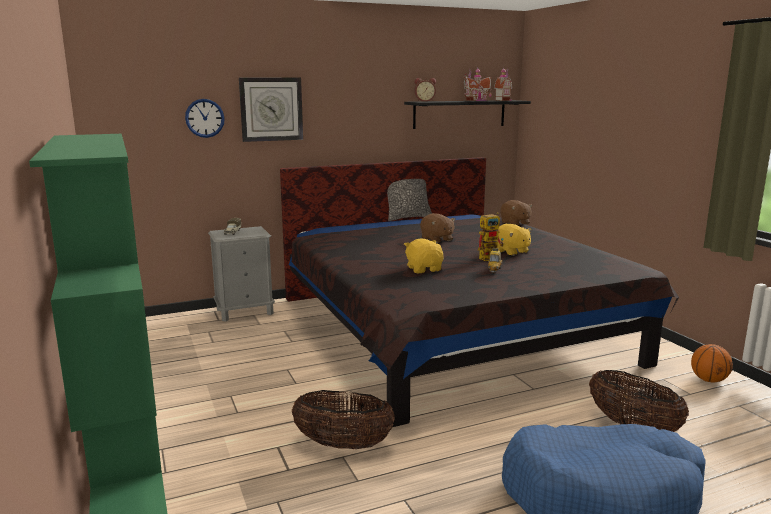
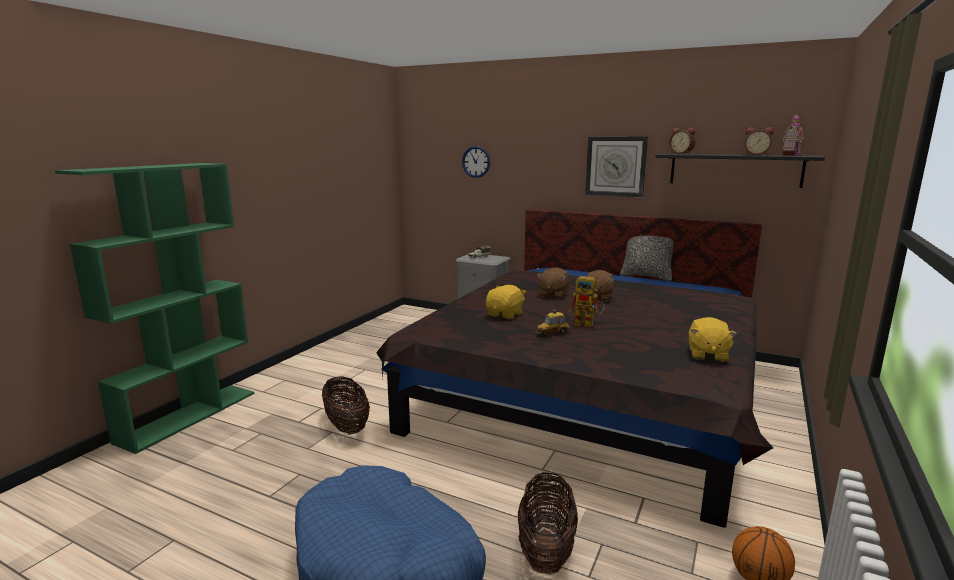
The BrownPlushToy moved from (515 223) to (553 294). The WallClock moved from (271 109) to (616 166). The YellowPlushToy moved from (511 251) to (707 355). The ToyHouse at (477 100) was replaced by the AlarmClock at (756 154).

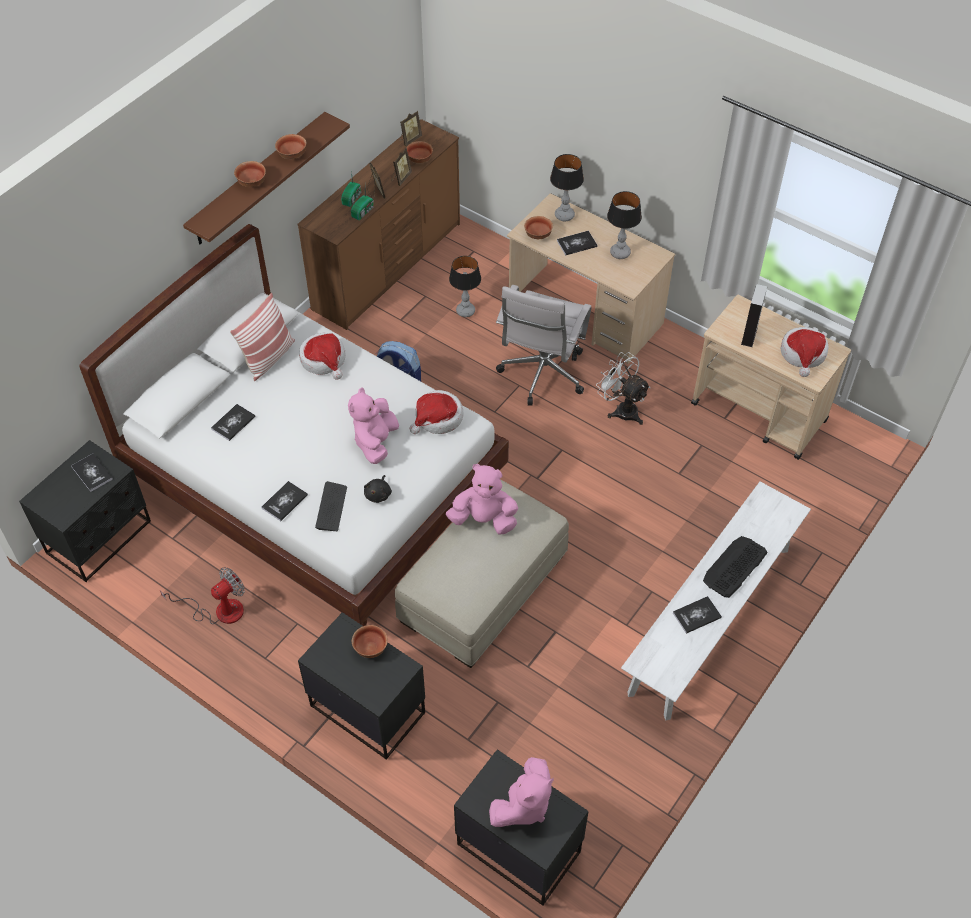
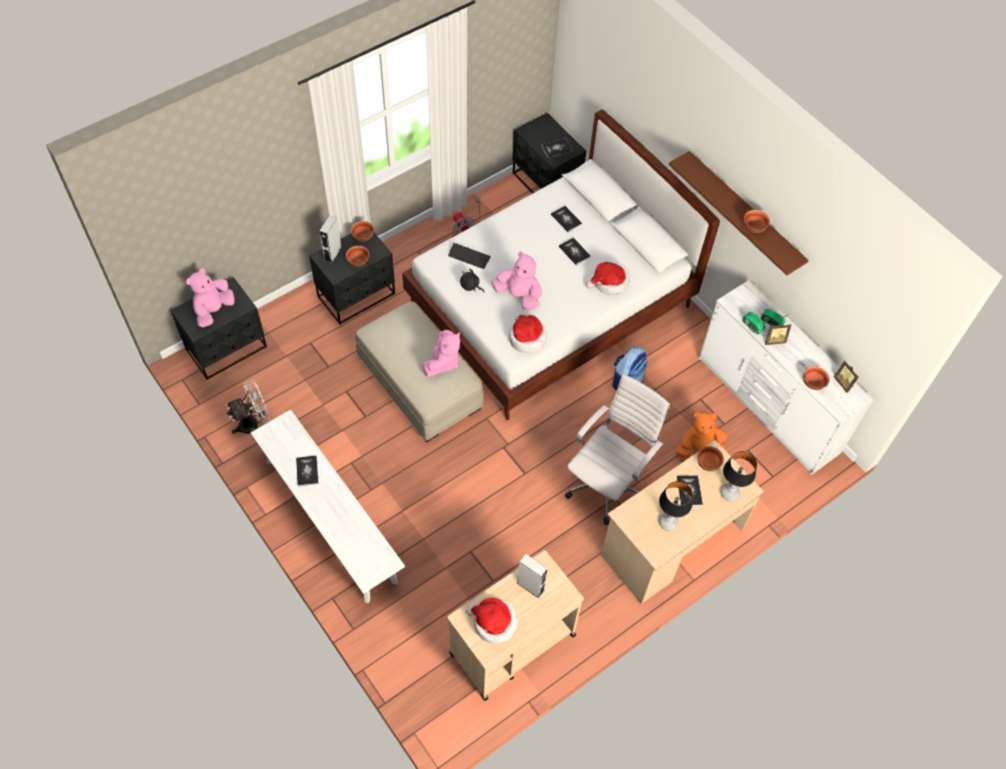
The PinkPlushToy at (523 806) turned 60 degrees clockwise. The WhiteFan moved from (621 409) to (254 424). The GreySpeaker at (332 254) appeared. The Bowl moved from (252 183) to (363 237). The Book moved from (284 501) to (574 252). The WhiteOfficeChair at (541 376) turned 90 degrees clockwise. The TableLamp at (465 311) was replaced by the OrangePlushToy at (698 448). The BrownDresser at (388 266) became the WhiteDresser at (767 406). The Pillow at (269 357) disappeared. The PictureFrame at (401 178) disappeared. The Keyboard at (734 567) disappeared.

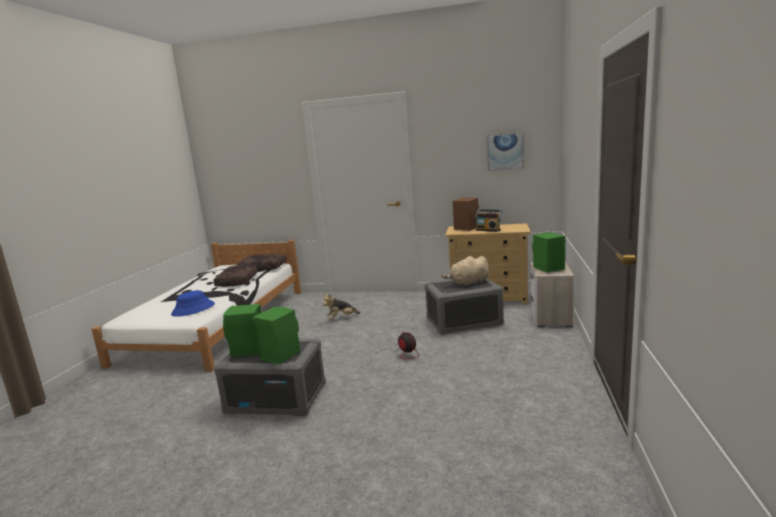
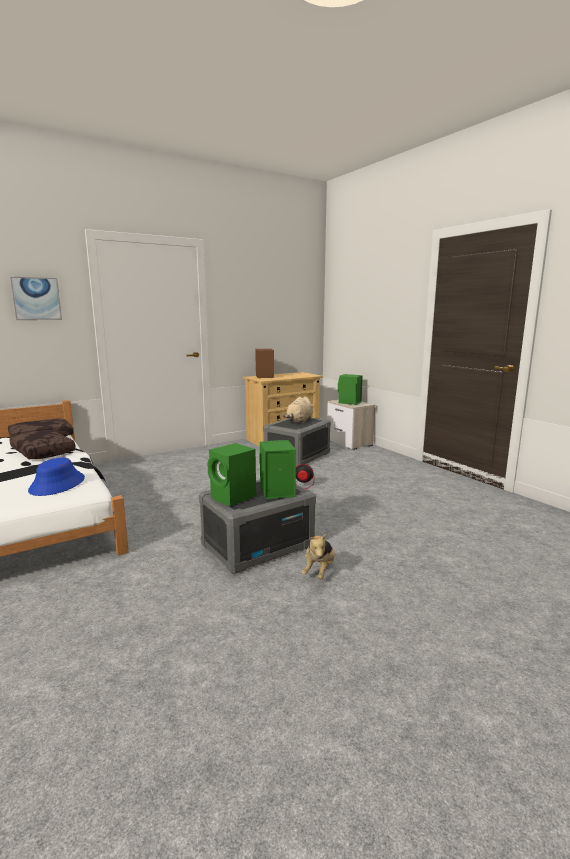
The Picture moved from (505 151) to (36 299). The PlushToy moved from (341 318) to (319 571). The Radio at (488 230) disappeared.

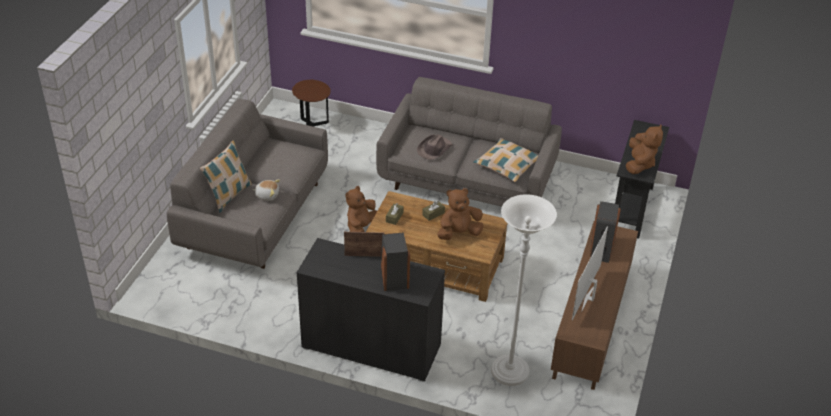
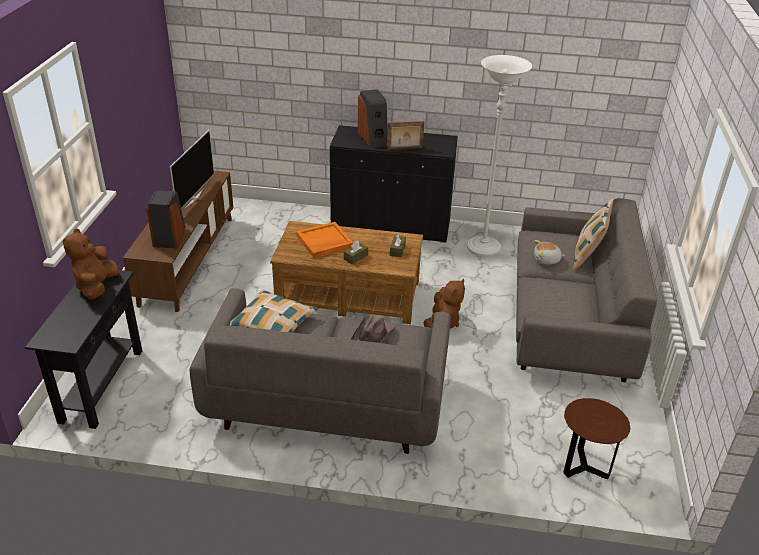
The BrownPlushToy at (459 233) was replaced by the OrangeTray at (324 242). The WhiteFloorLamp moved from (509 372) to (483 248).

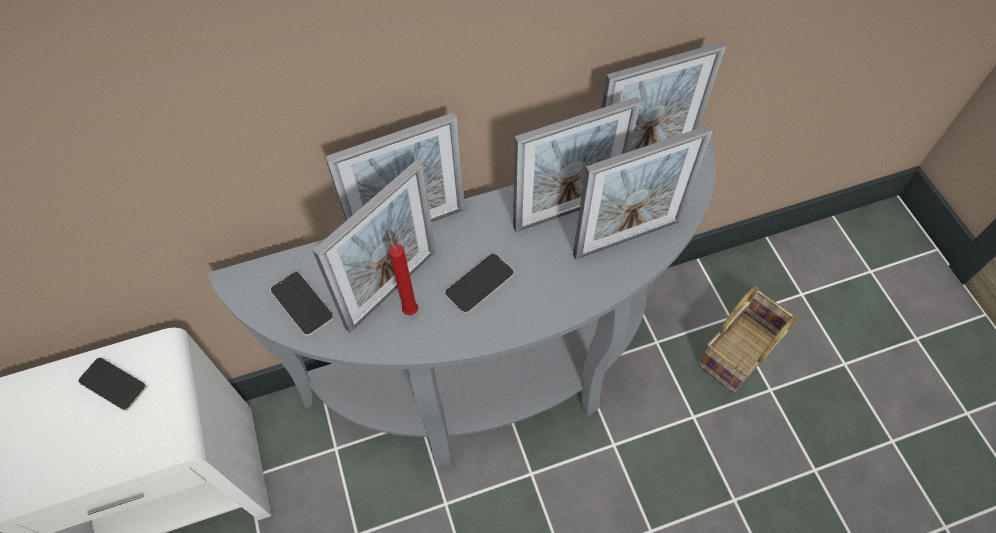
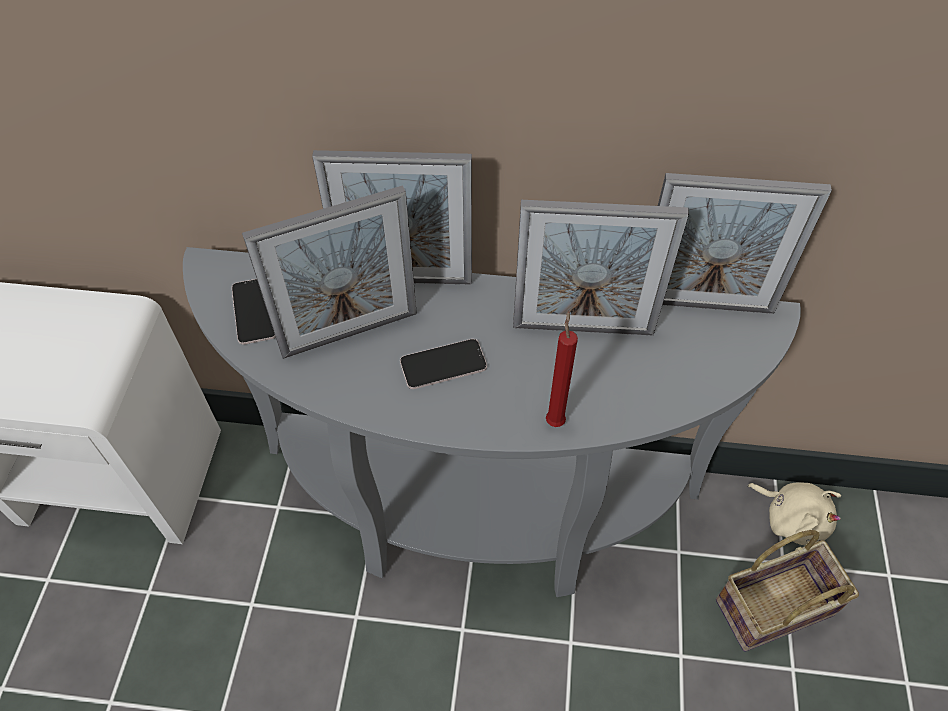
The RedCandle moved from (409 308) to (555 419). The BeigePlushToy at (791 518) appeared. The Phone at (113 384) disappeared. The PictureFrame at (627 238) disappeared.

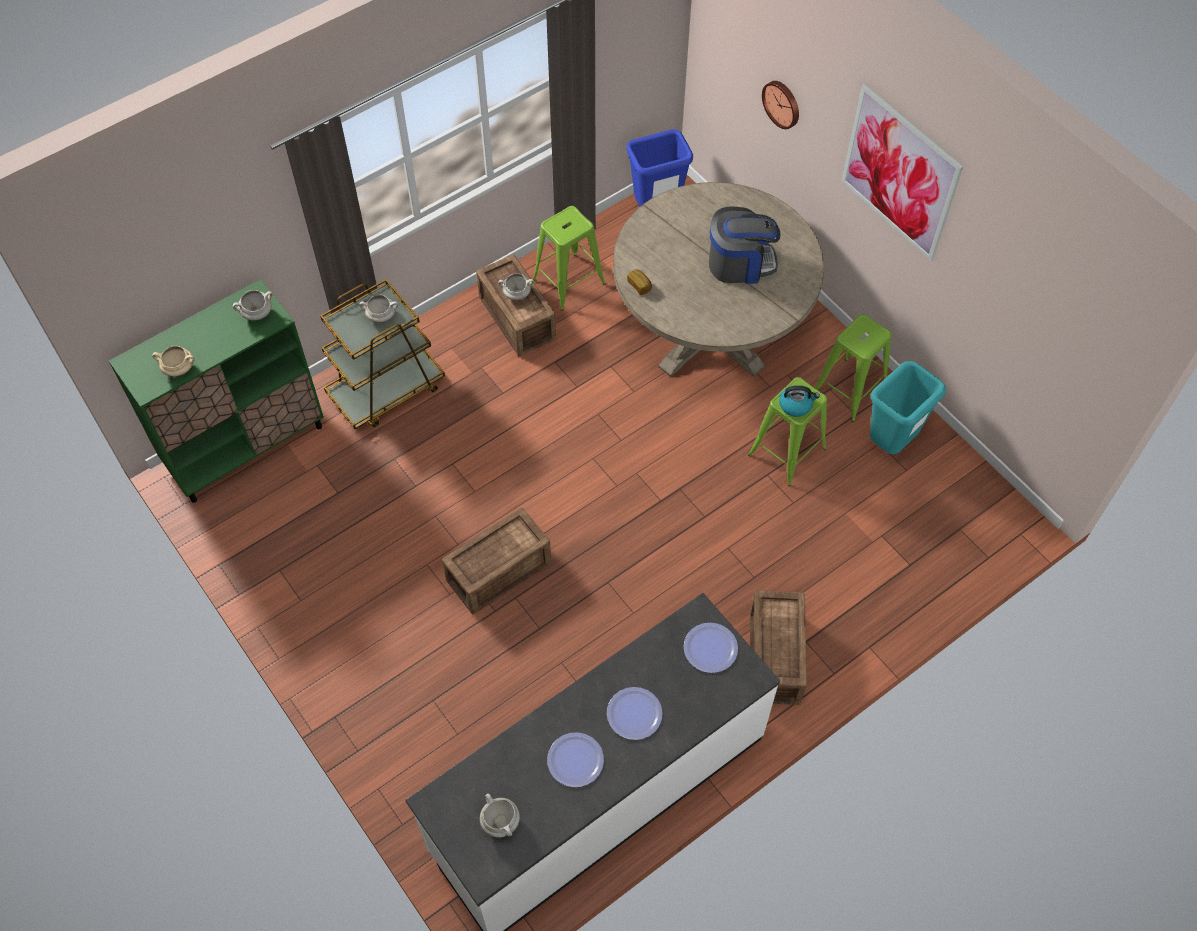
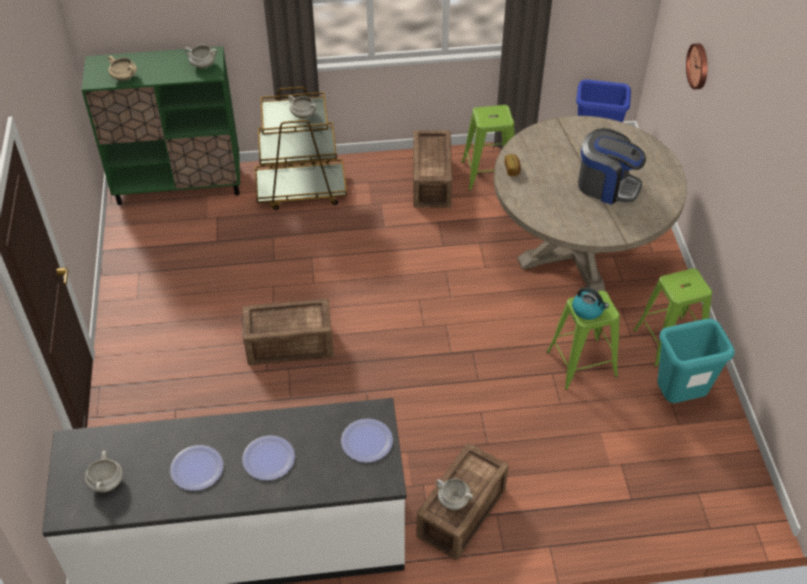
The WhiteCookingPot moved from (516 294) to (453 500). The Picture at (899 173) disappeared.

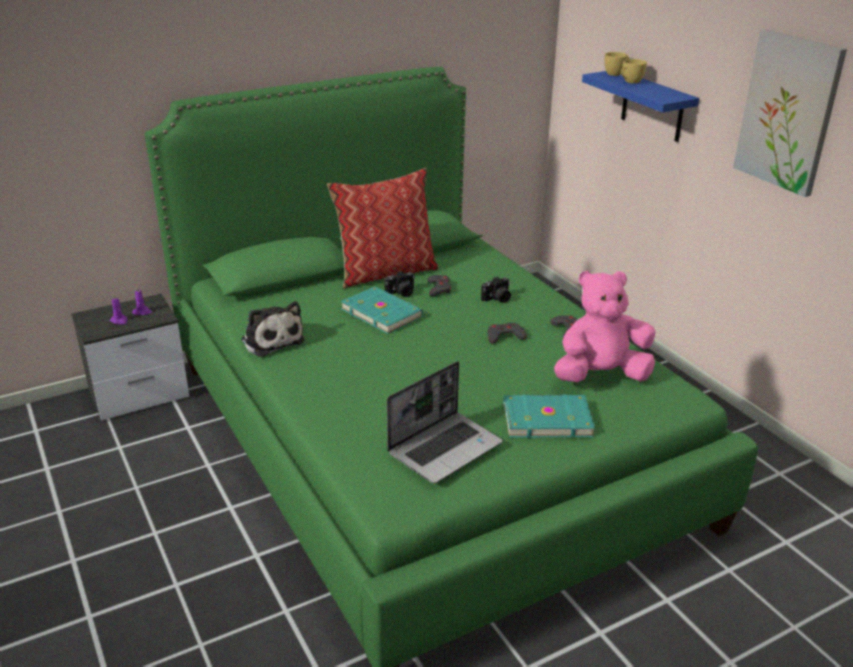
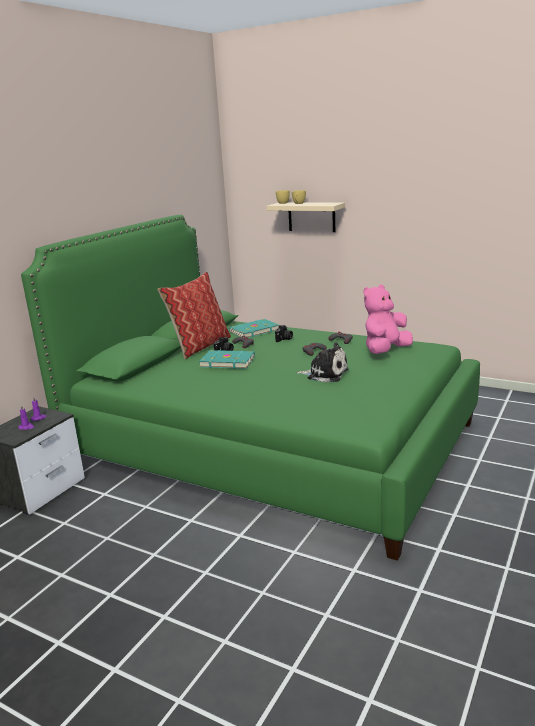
The TurquoiseBook moved from (546 418) to (253 331). The BlueShelf at (652 106) became the BeigeShelf at (311 217). The PlushToy moved from (271 339) to (325 374). The Laptop at (445 448) disappeared. The Picture at (788 112) disappeared.

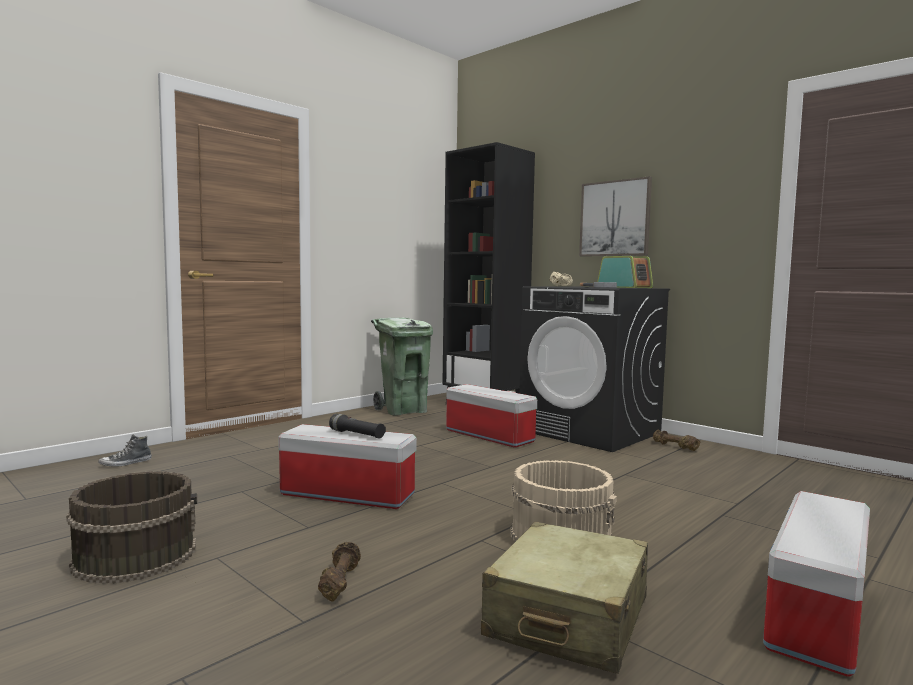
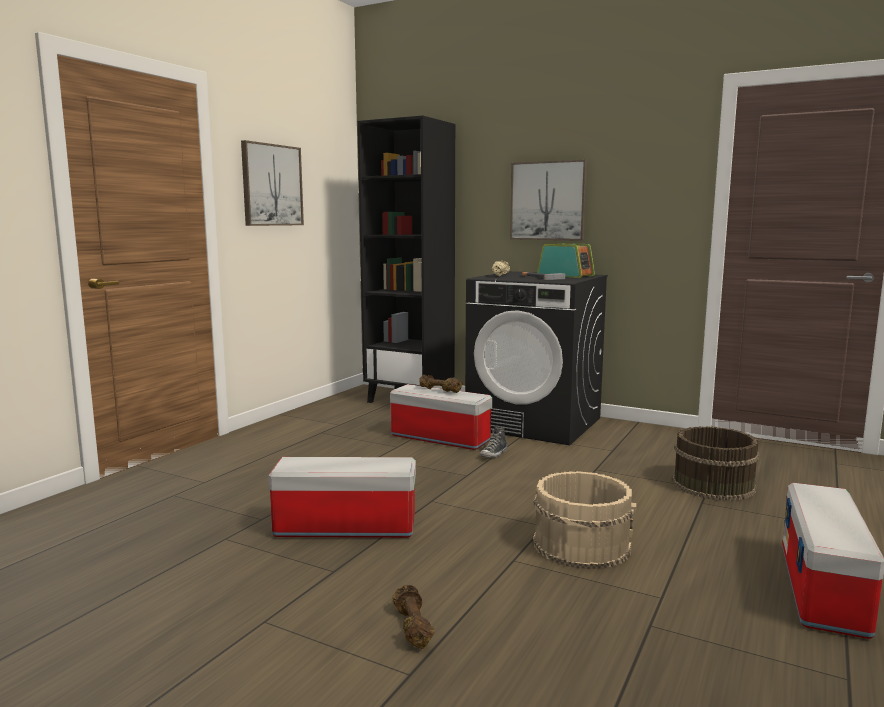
The Picture at (272 185) appeared. The BrownDumbbell moved from (674 447) to (439 390). The Shoe moved from (126 463) to (494 454). The BrownBucket moved from (136 555) to (712 484). The BlackFlashlight at (356 434) disappeared. The GreenTrashCan at (403 410) disappeared. The BeigeSuitcase at (568 618) disappeared.

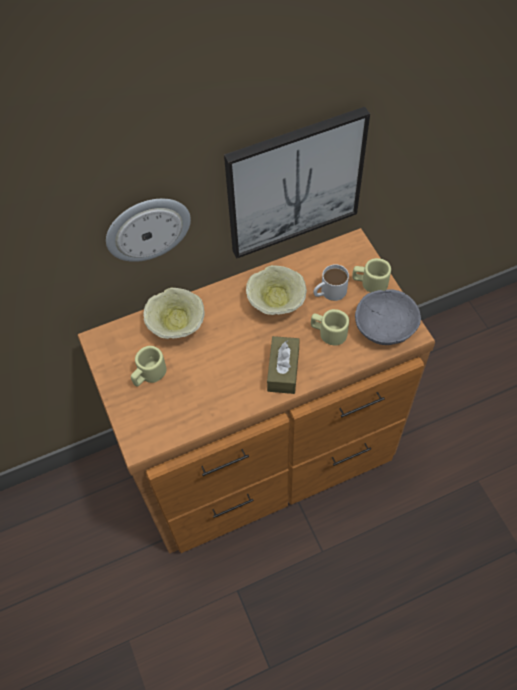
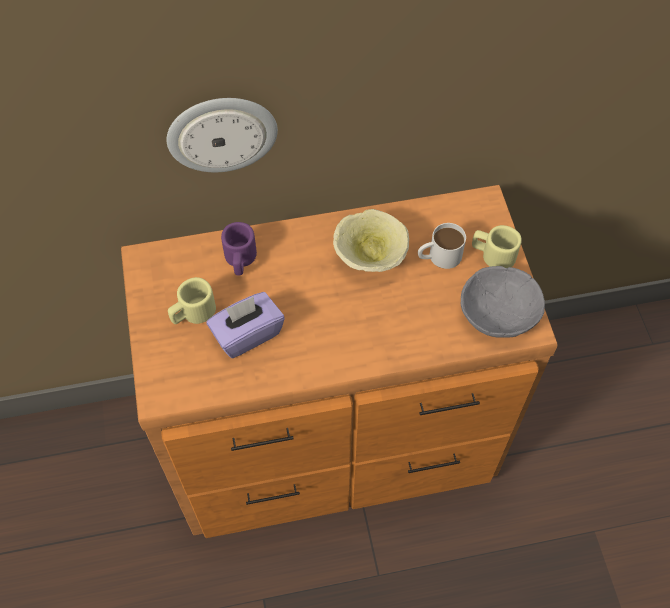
The PurpleTissueBox at (247 334) appeared. The BeigeBowl at (175 325) was replaced by the PurpleMug at (240 259). The Picture at (294 183) disappeared. The BrownTissueBox at (283 370) disappeared. The BeigeMug at (328 332) disappeared.

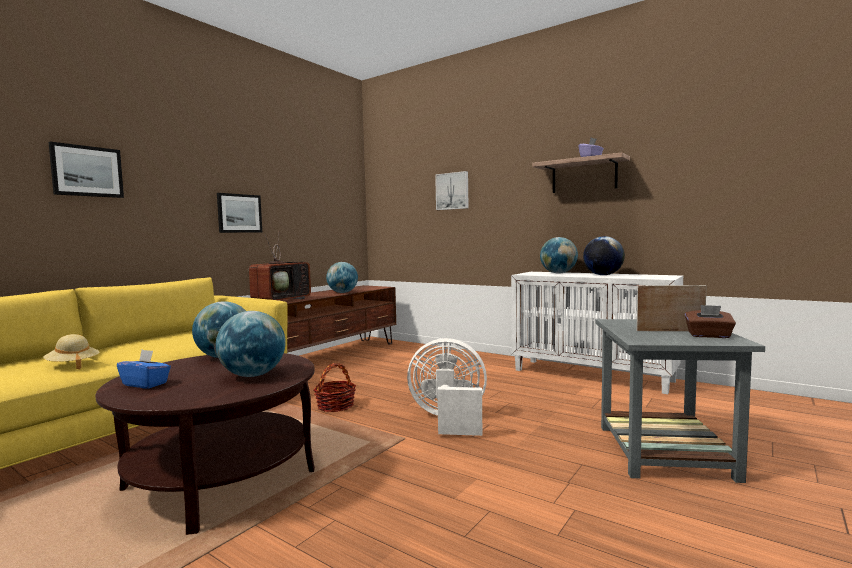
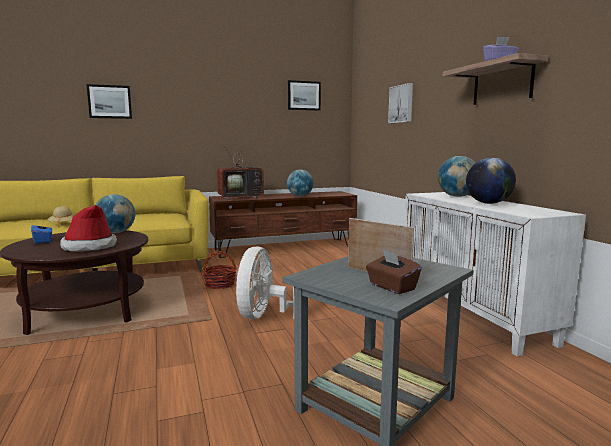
The Globe at (253 375) was replaced by the Hat at (89 246). The WhiteFan at (449 420) turned 120 degrees counterclockwise. The Picture moved from (239 213) to (304 95).

